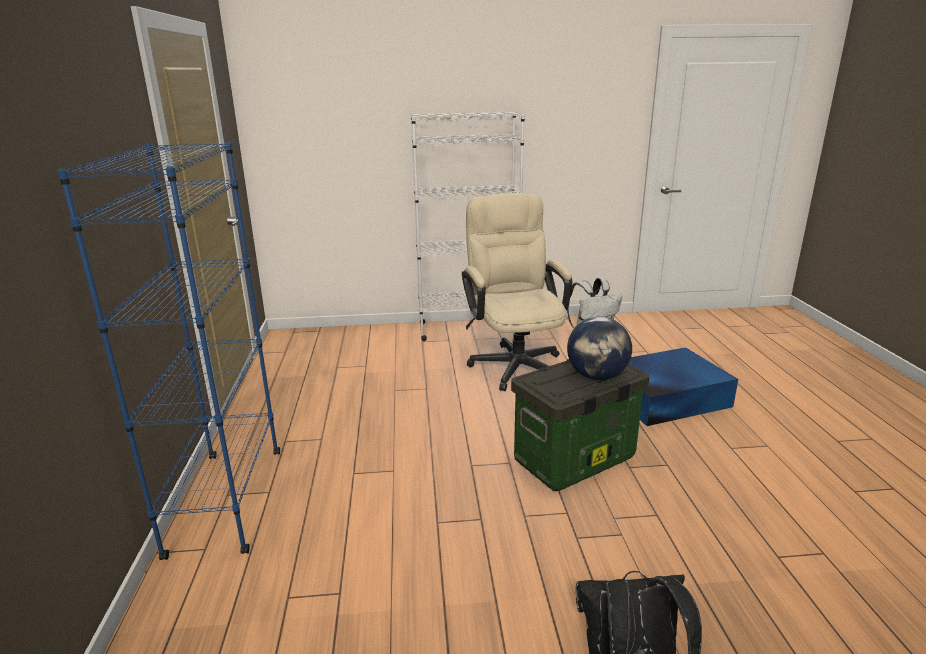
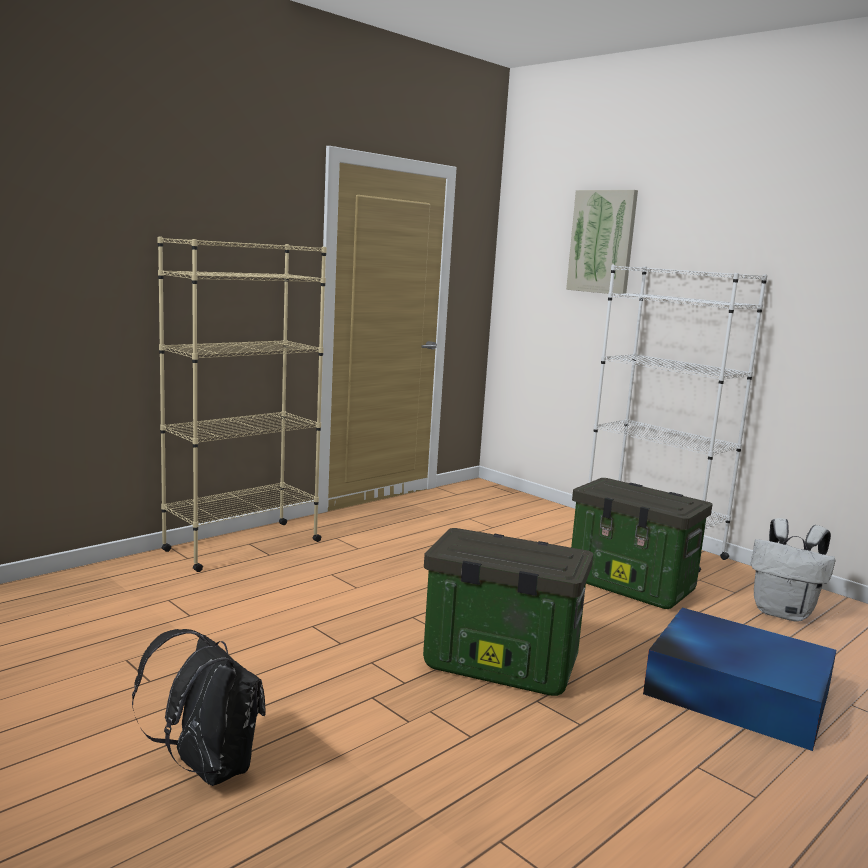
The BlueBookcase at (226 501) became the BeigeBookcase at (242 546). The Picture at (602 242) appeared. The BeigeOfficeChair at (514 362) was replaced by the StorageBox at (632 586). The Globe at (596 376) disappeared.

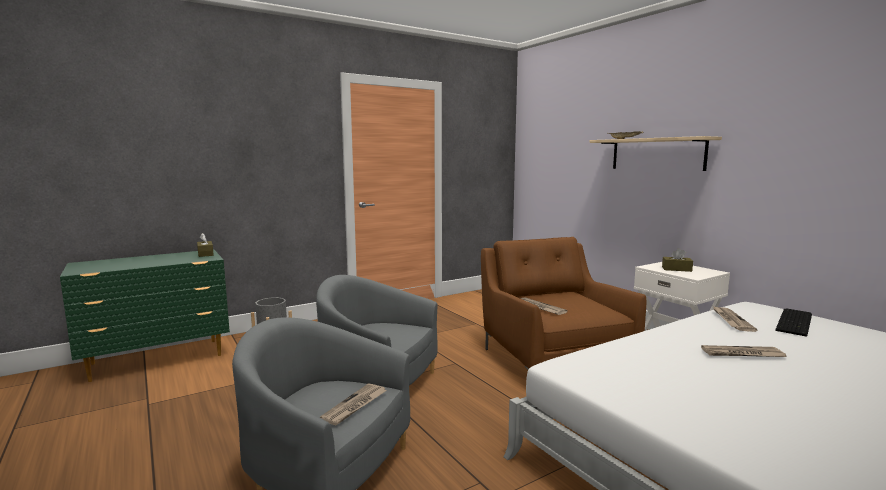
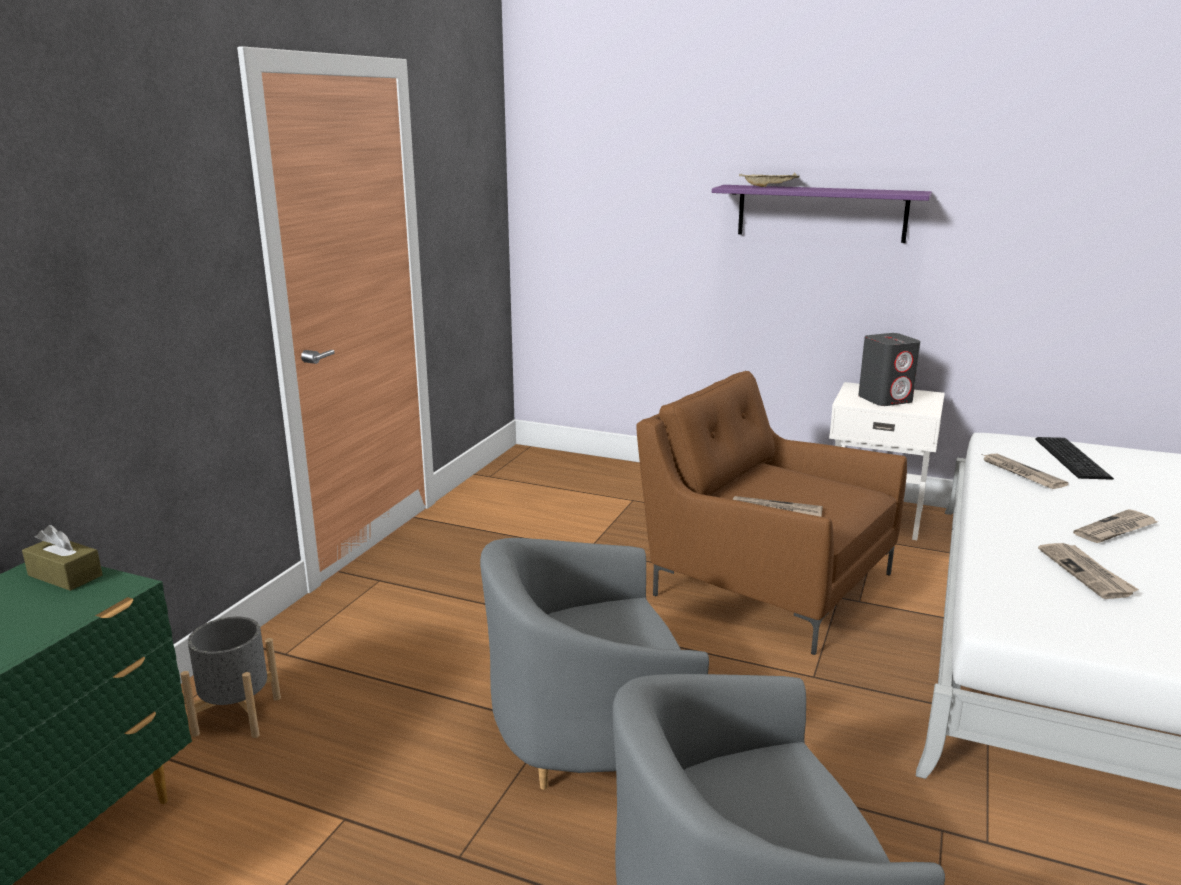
The BeigeShelf at (657 154) became the PurpleShelf at (821 213). The BrownTissueBox at (676 269) was replaced by the GreySpeaker at (885 399). The Newspaper moved from (355 406) to (1086 573).

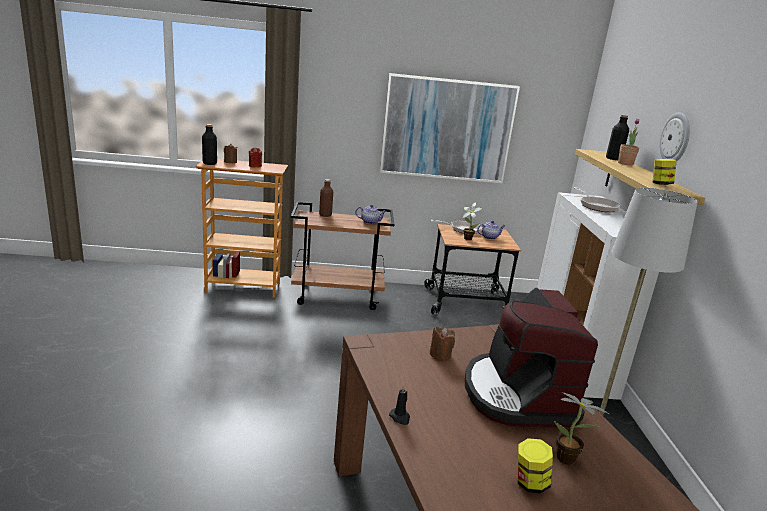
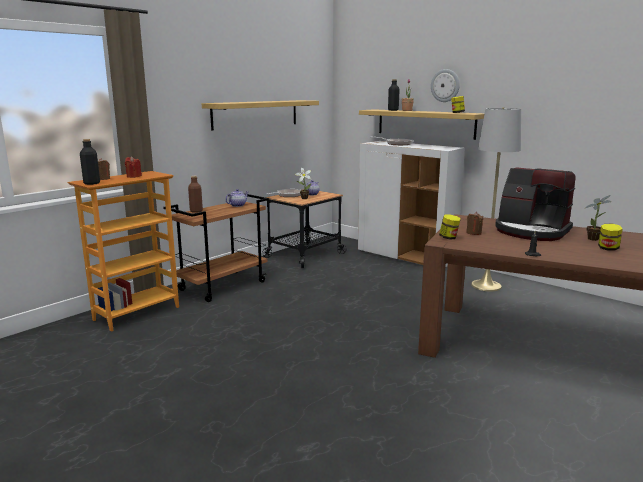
The Picture at (447 129) was replaced by the Shelf at (256 114). The Jar at (449 238) appeared.

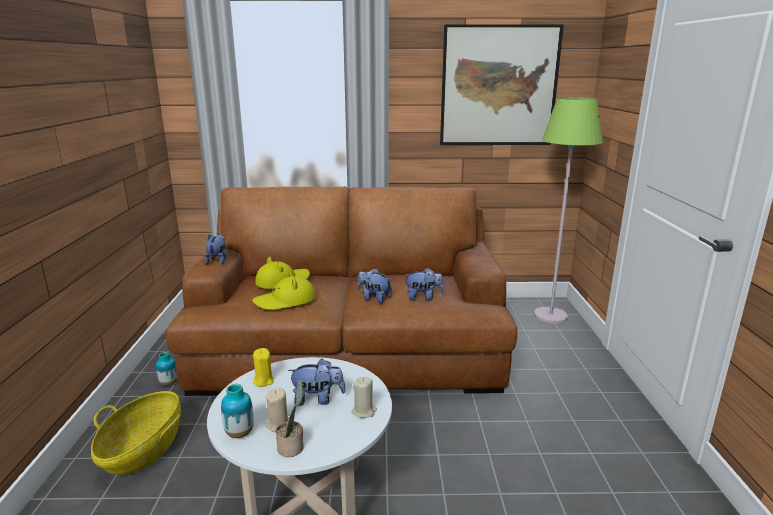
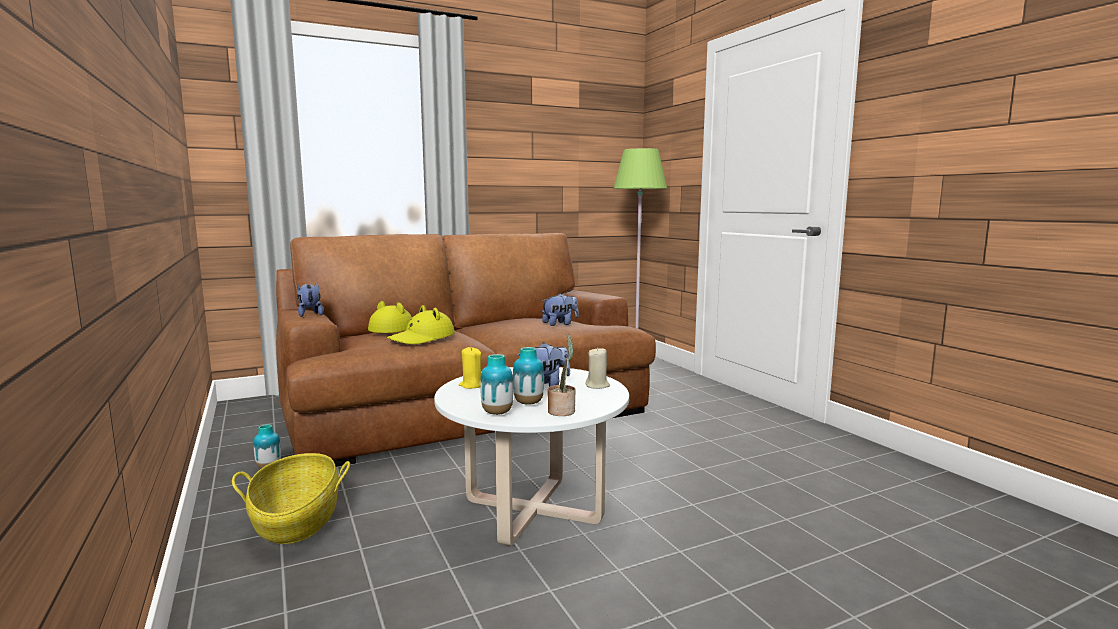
The BeigeCandle at (278 424) was replaced by the Vase at (528 403). The PlushToy at (374 298) disappeared. The Picture at (498 86) disappeared.

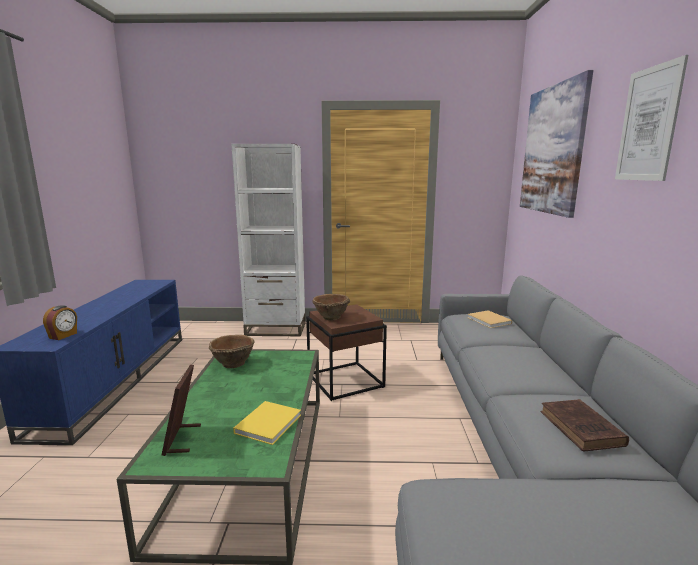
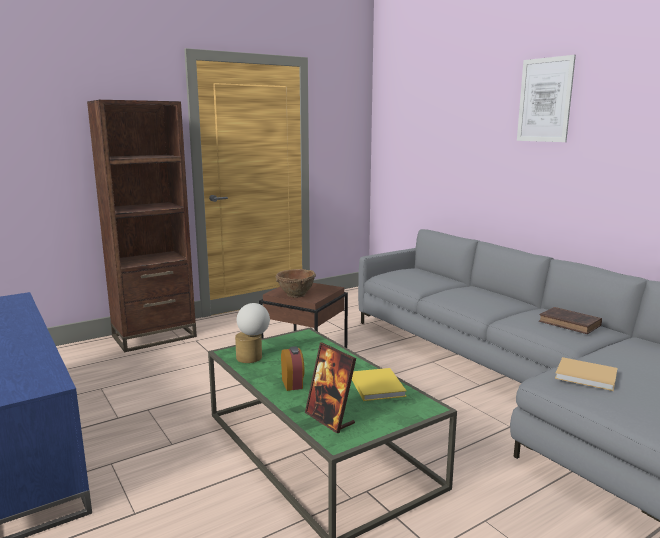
The WhiteBookcase at (276 329) became the BrownBookcase at (154 336). The BrownBowl at (232 364) was replaced by the TableLamp at (253 358). The AlarmClock moved from (63 336) to (293 384). The BeigeBook moved from (490 321) to (588 376). The Picture at (552 150) disappeared.

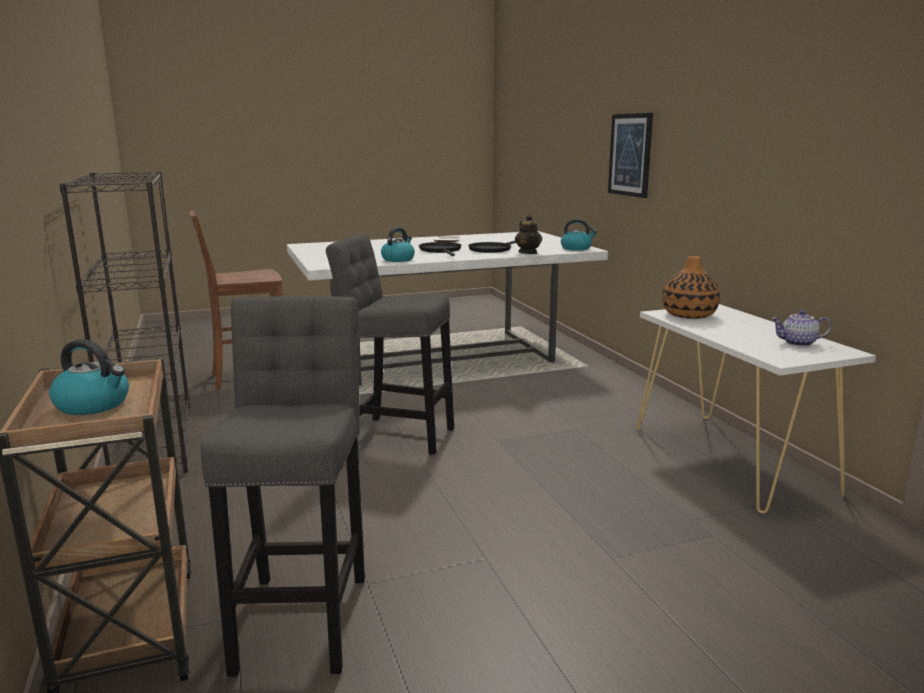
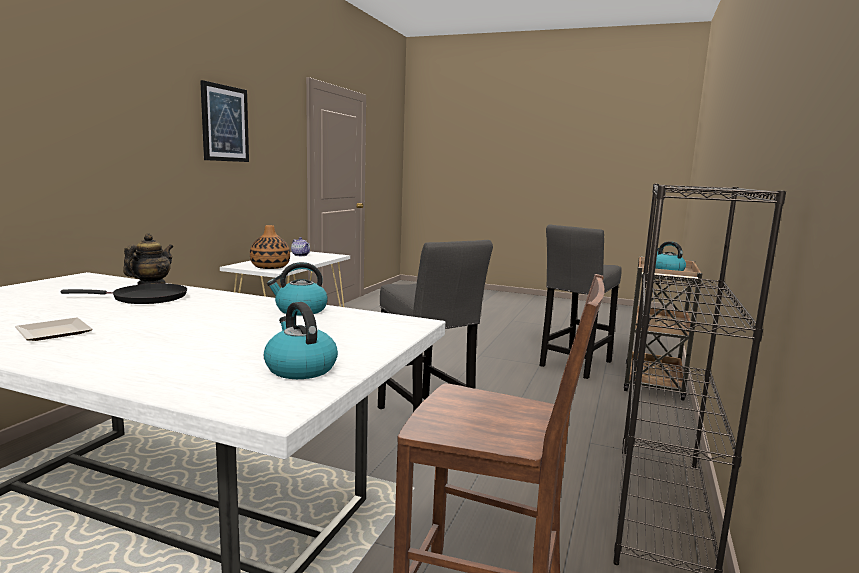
The Picture moved from (630 155) to (224 123). The Kettle moved from (576 248) to (300 368). The BlackFryingPan at (441 251) disappeared.

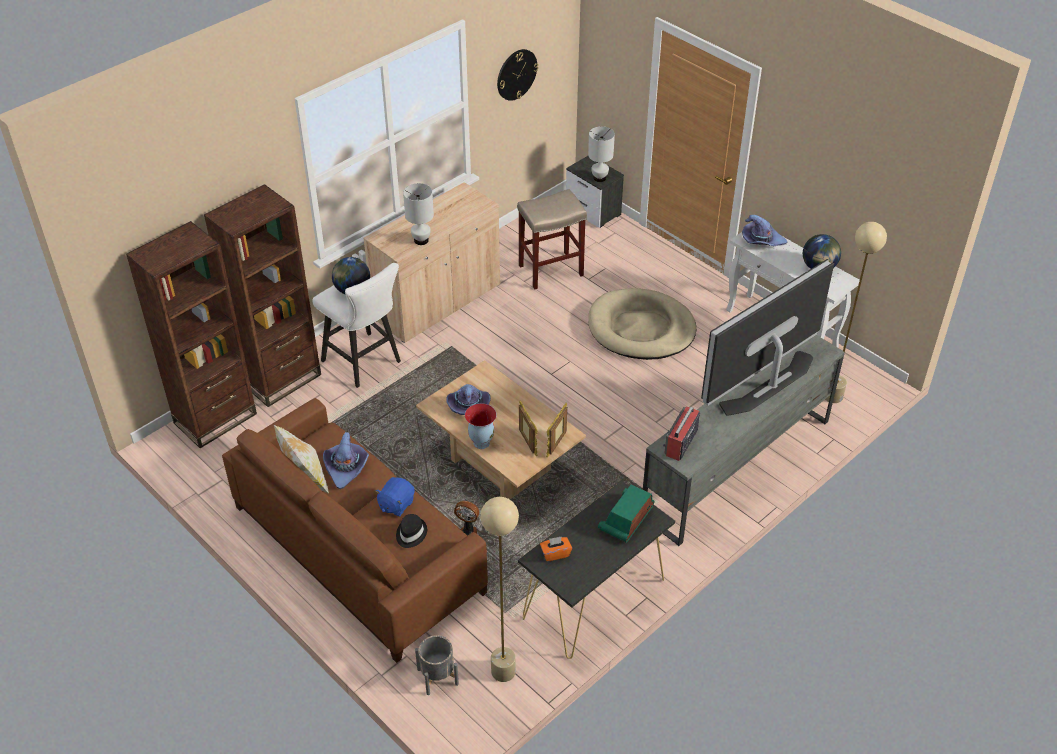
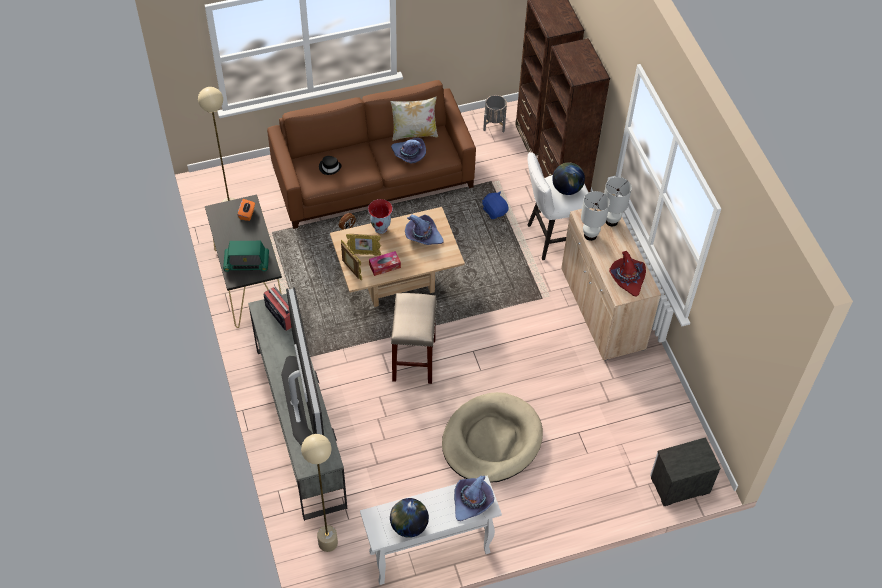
The Radio at (626 519) turned 120 degrees clockwise. The TissueBox at (385 266) appeared. The BeigeStool moved from (551 270) to (414 361). The BluePlushToy moved from (396 504) to (494 211). The GreyPlanter moved from (437 677) to (494 123). The WhiteTableLamp moved from (599 178) to (611 221). The RedHat at (627 278) appeared. The WallClock at (516 74) disappeared.

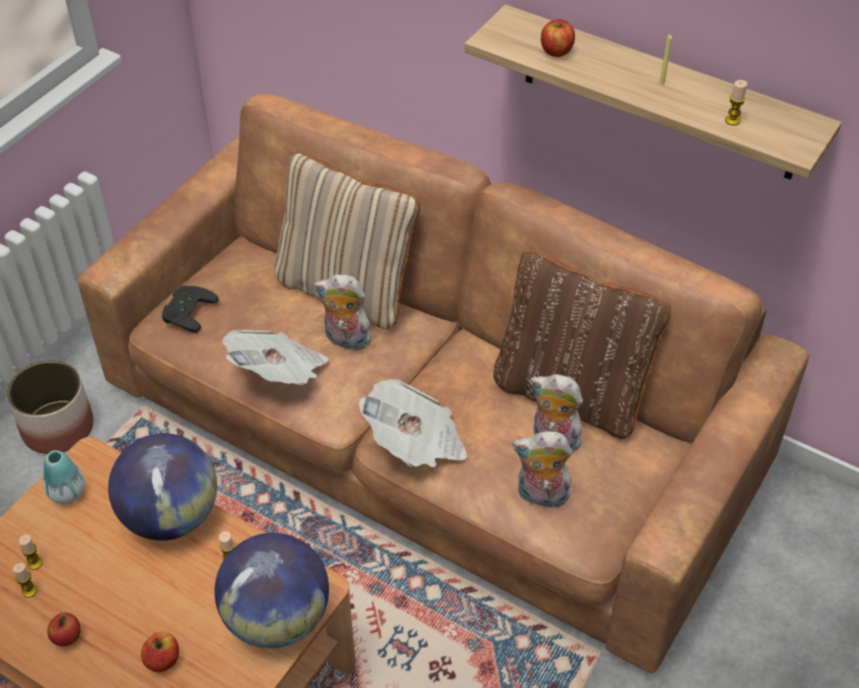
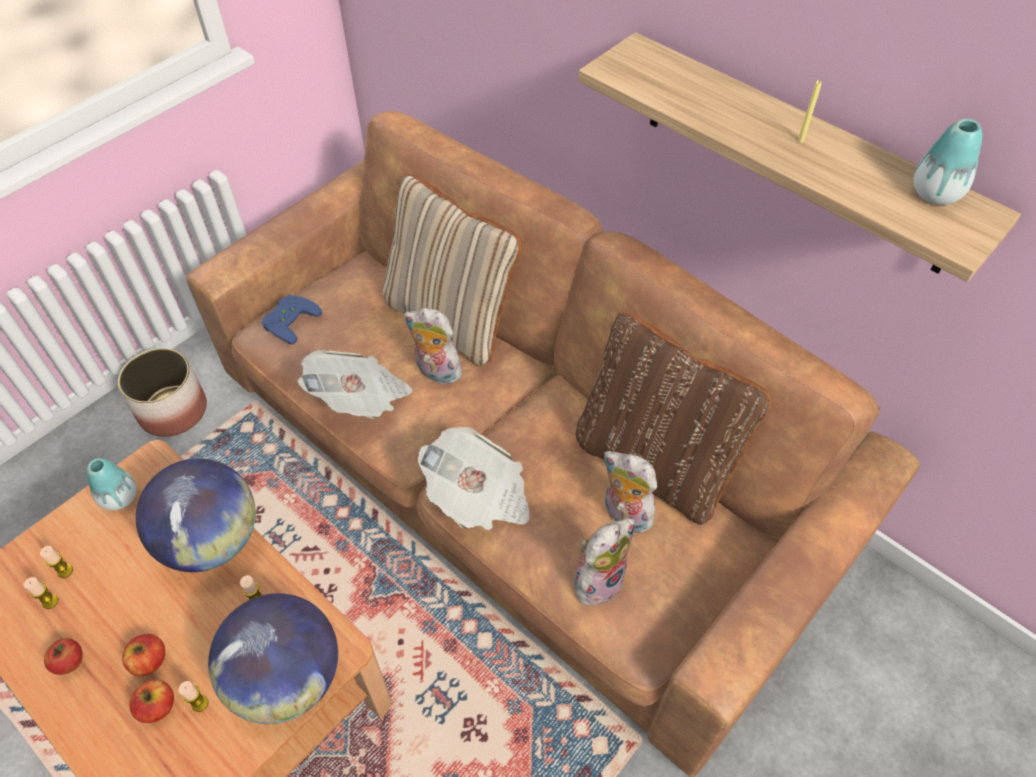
The Apple moved from (556 51) to (149 661). The Candle moved from (732 120) to (200 703). The BlackGameController at (186 310) became the BlueGameController at (289 320). The PlushToy at (541 497) turned 120 degrees clockwise. The Vase at (935 194) appeared.

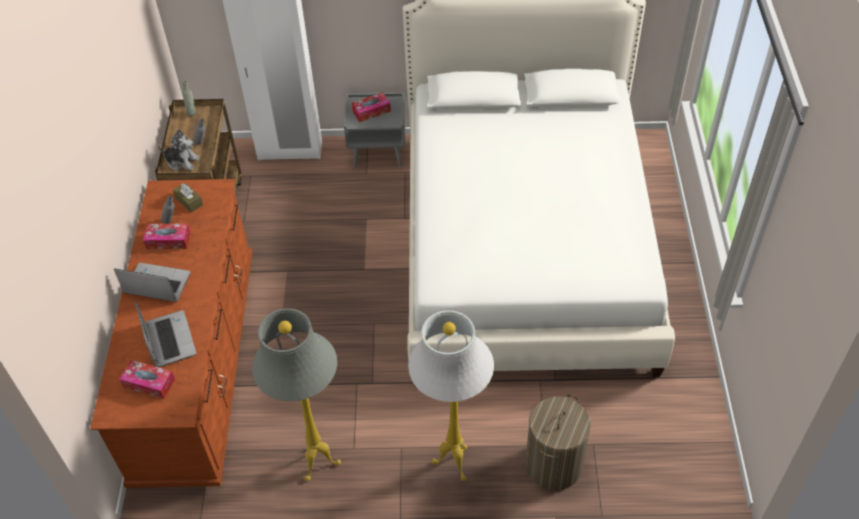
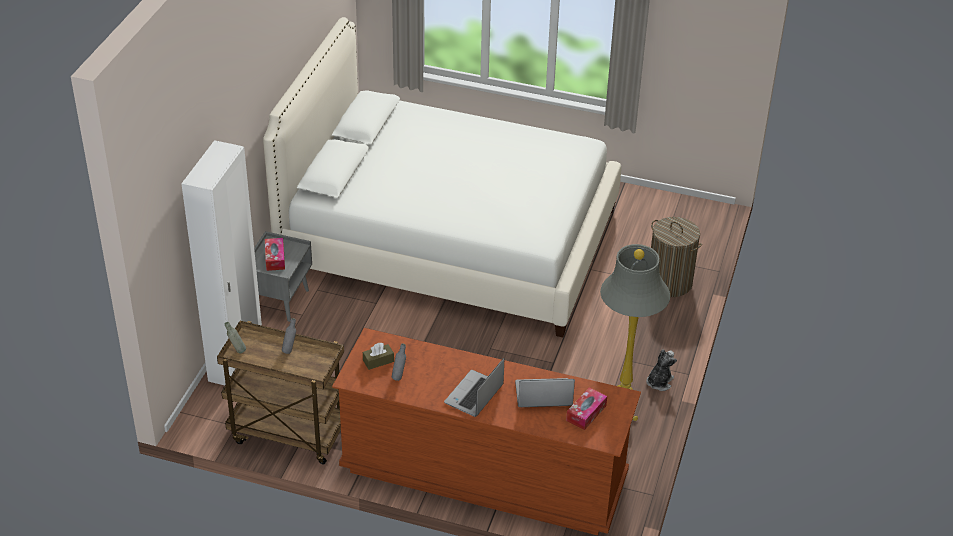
The PlushToy moved from (182 161) to (659 382). The TissueBox at (168 240) disappeared. The WhiteFloorLamp at (452 464) disappeared.

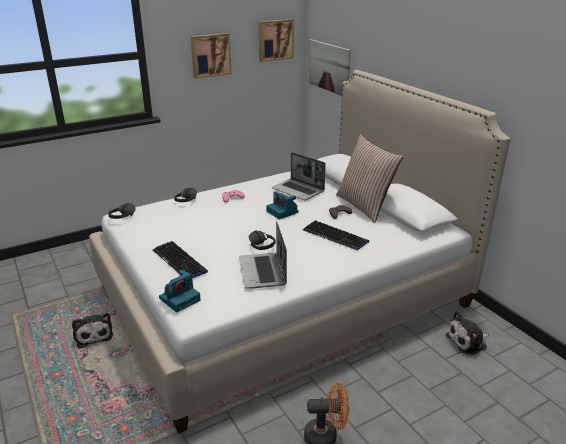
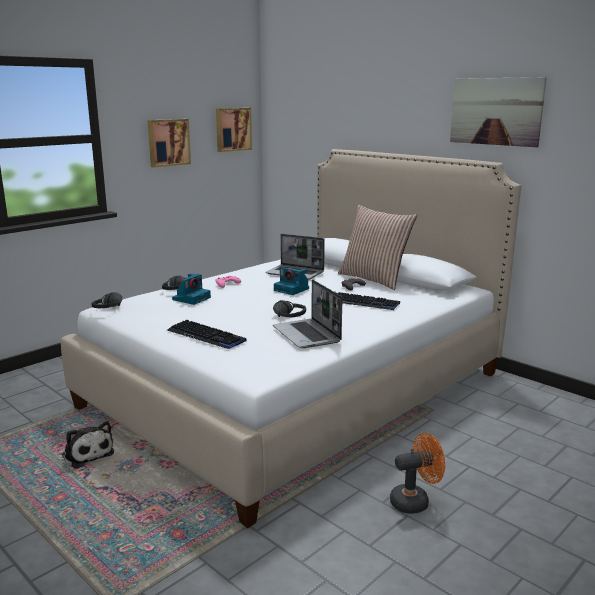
The PhotoCamera moved from (180 298) to (191 298). The Picture moved from (329 67) to (495 111). The PlushToy at (468 342) disappeared.

